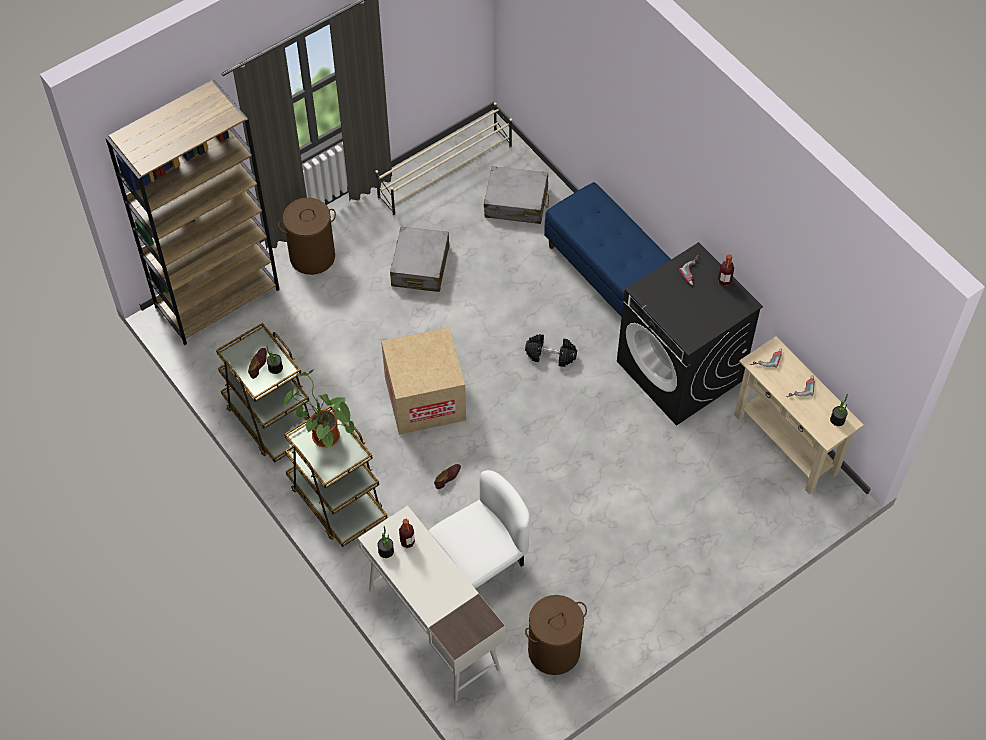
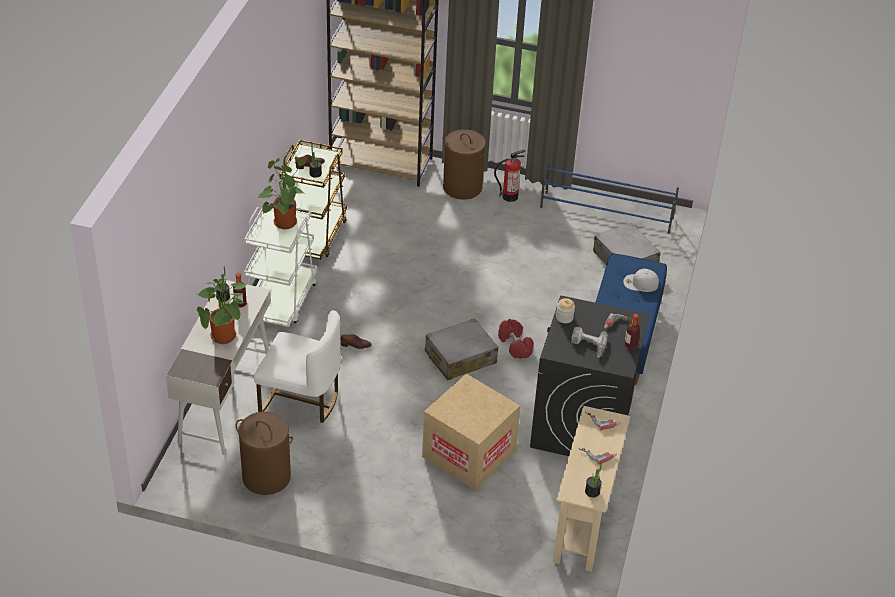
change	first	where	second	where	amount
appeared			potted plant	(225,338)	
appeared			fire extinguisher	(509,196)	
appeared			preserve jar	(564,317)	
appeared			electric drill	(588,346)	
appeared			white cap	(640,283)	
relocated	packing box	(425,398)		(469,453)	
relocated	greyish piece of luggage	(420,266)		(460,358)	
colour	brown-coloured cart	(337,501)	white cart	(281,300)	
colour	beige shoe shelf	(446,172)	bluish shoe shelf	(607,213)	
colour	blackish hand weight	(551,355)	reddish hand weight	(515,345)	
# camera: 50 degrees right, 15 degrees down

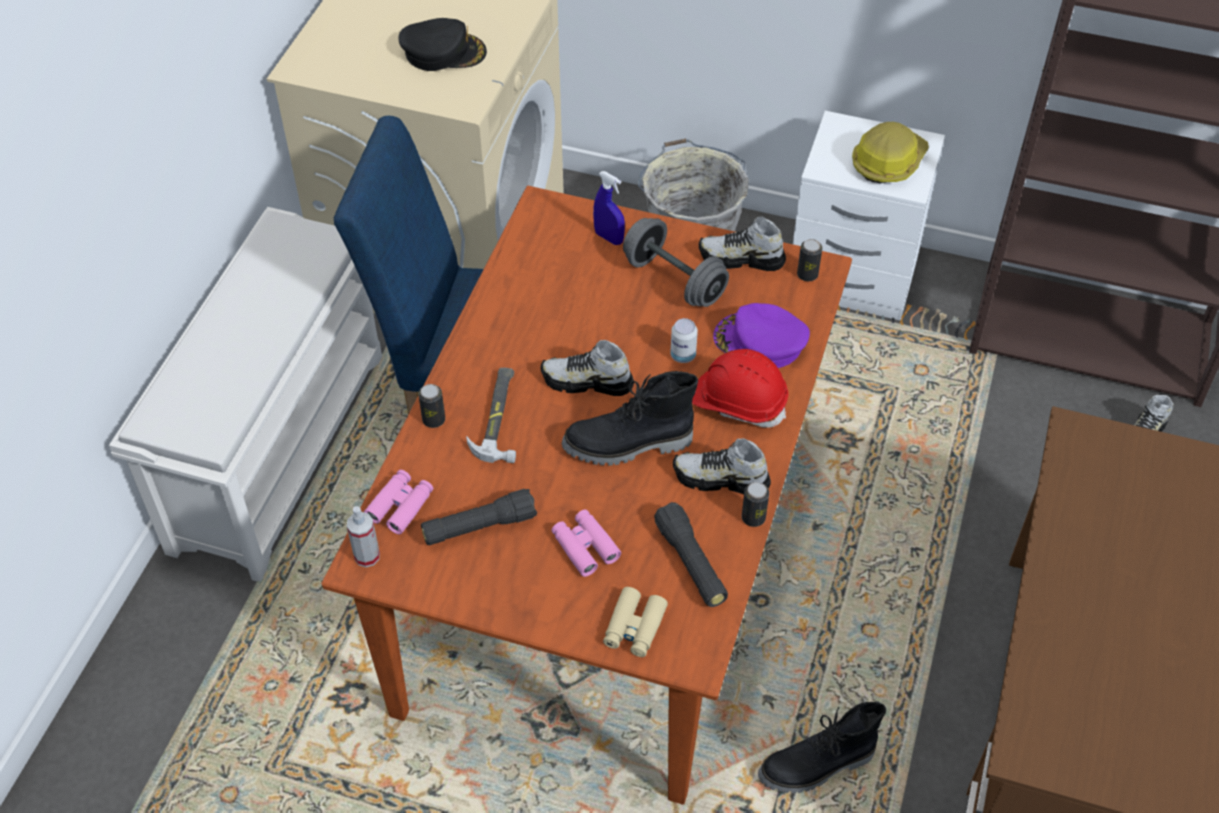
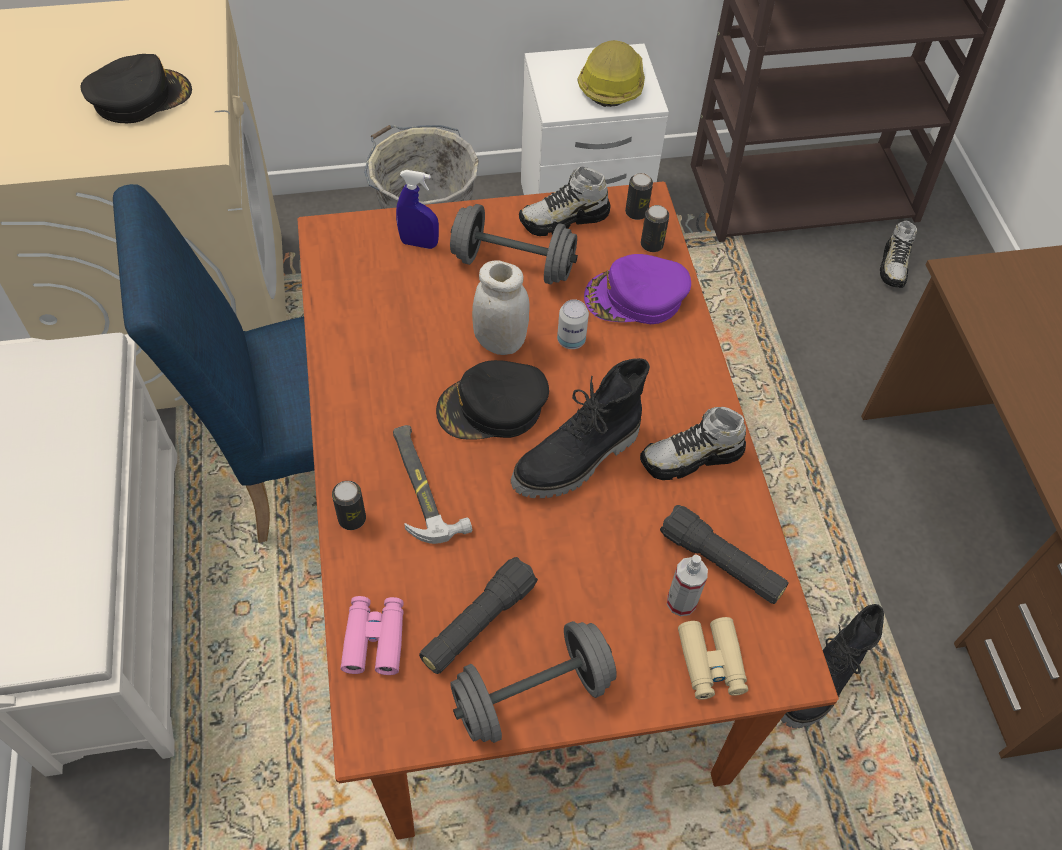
change	first	where	second	where	amount
missing	pinkish binoculars	(585,547)			
missing	reddish safety helmet	(738,402)			
appeared			greyish hand weight	(532,694)	
appeared			white preserve jar	(500,342)	
relocated	spray bottle	(367,556)		(681,602)	
relocated	can	(753,518)		(651,245)	
exchanged	item of footwear	(587,382)	blackish cap	(492,407)	
# camera: 30 degrees left, 5 degrees up

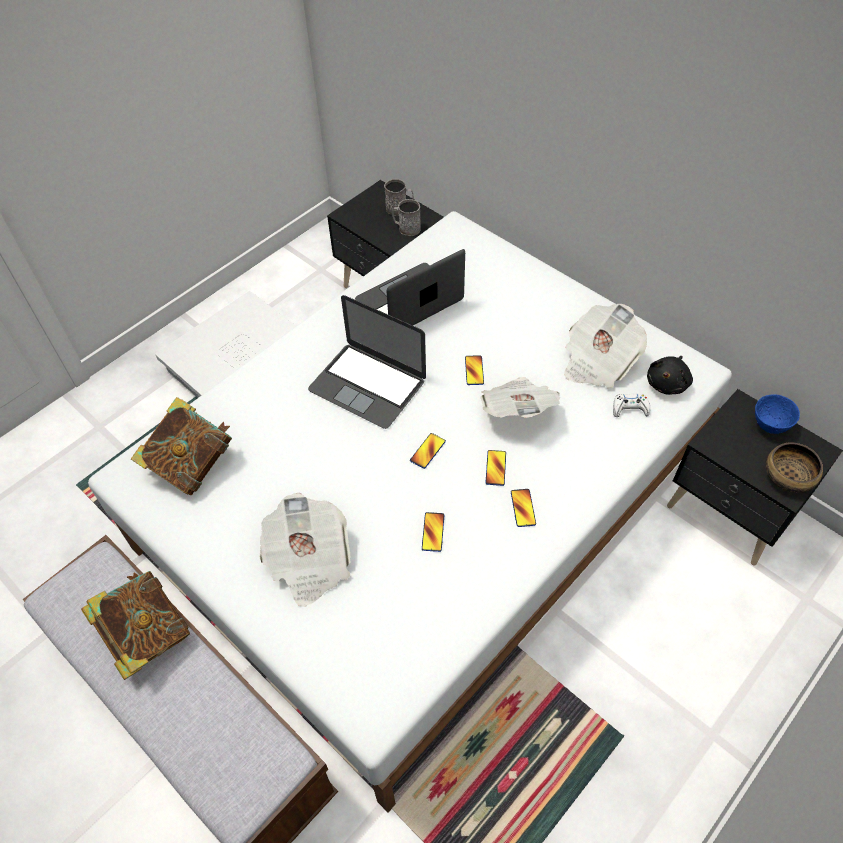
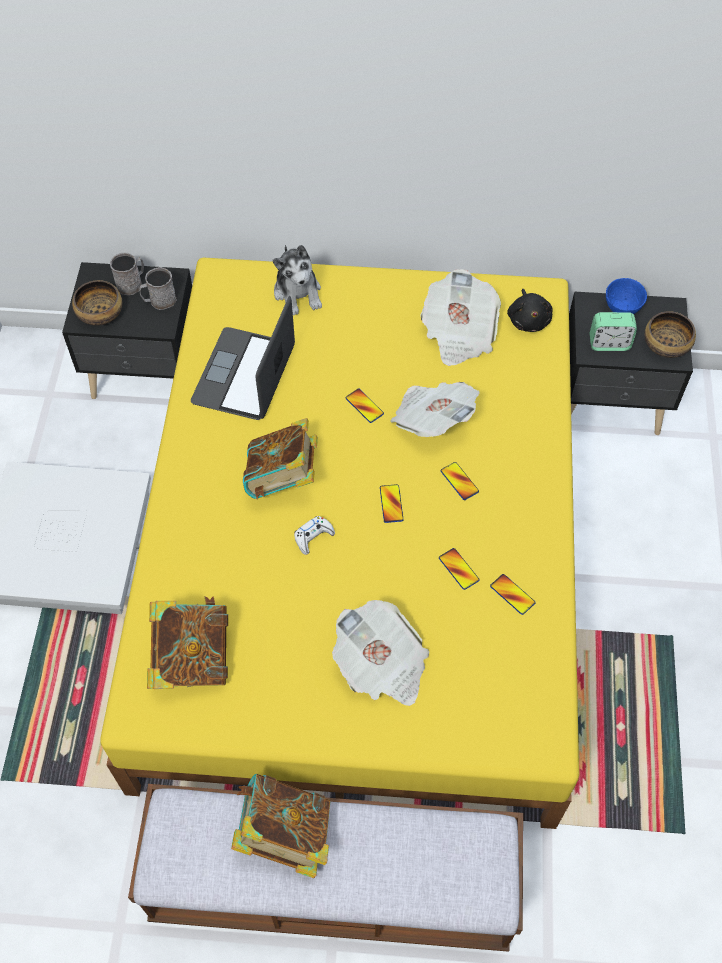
change	first	where	second	where	amount
appeared			serving bowl	(99,313)	
appeared			cuddly toy	(298,293)	
appeared			alarm clock	(609,343)	
relocated	telephone	(523,508)		(512,594)	
relocated	white joypad	(629,408)		(313,537)	
exchanged	laptop	(367,385)	book	(283,479)	
colour	white bedroom bed	(425,501)	yellow-coloured bedroom bed	(362,557)	
# camera: 40 degrees left, 5 degrees up

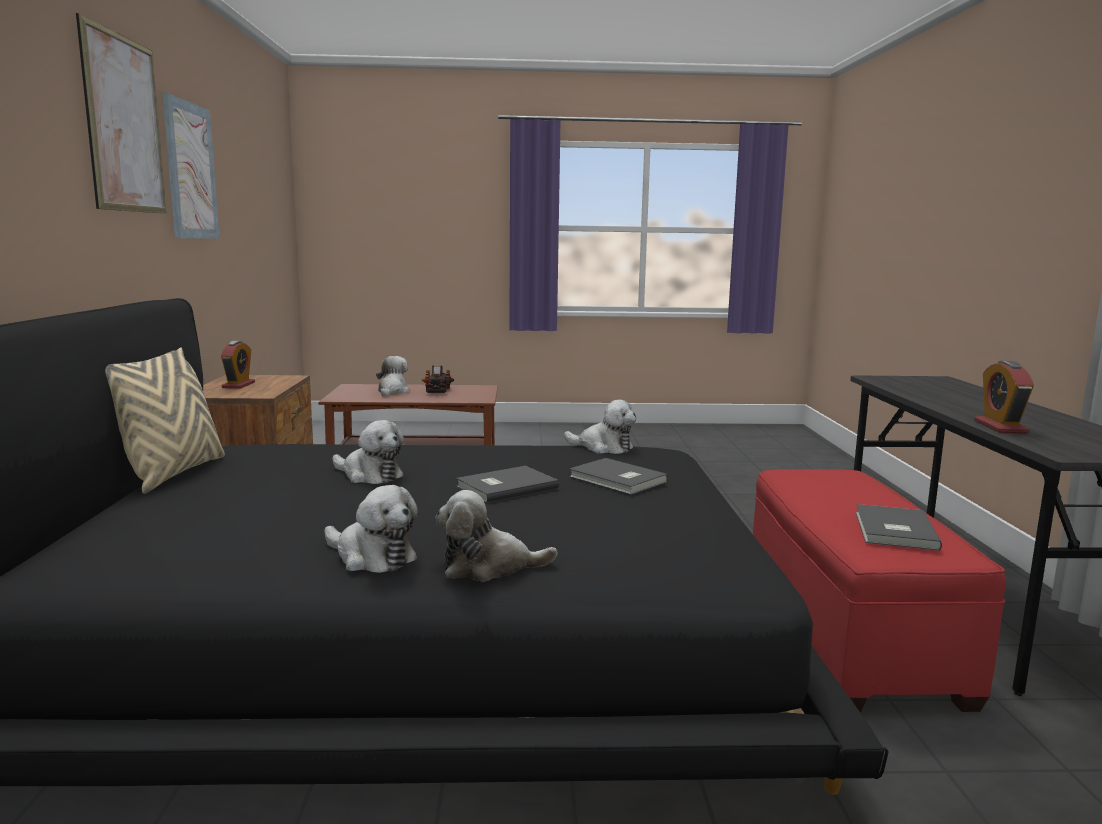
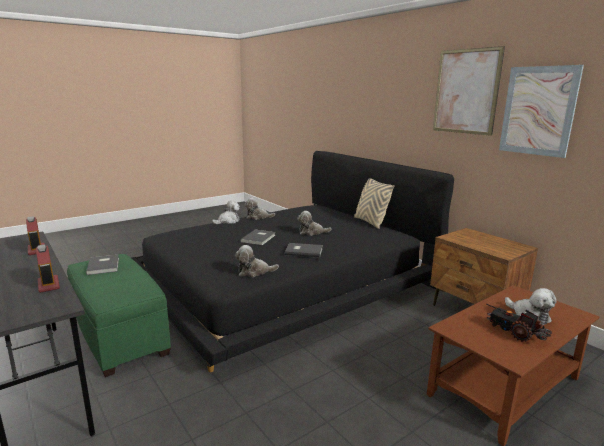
change	first	where	second	where	amount
relocated	alarm clock	(238,385)		(48,284)	
relocated	greyish book	(617,480)		(303,251)	
colour	reddish pouffe	(848,636)	green pouffe	(120,335)	
# camera: 145 degrees right, 5 degrees up

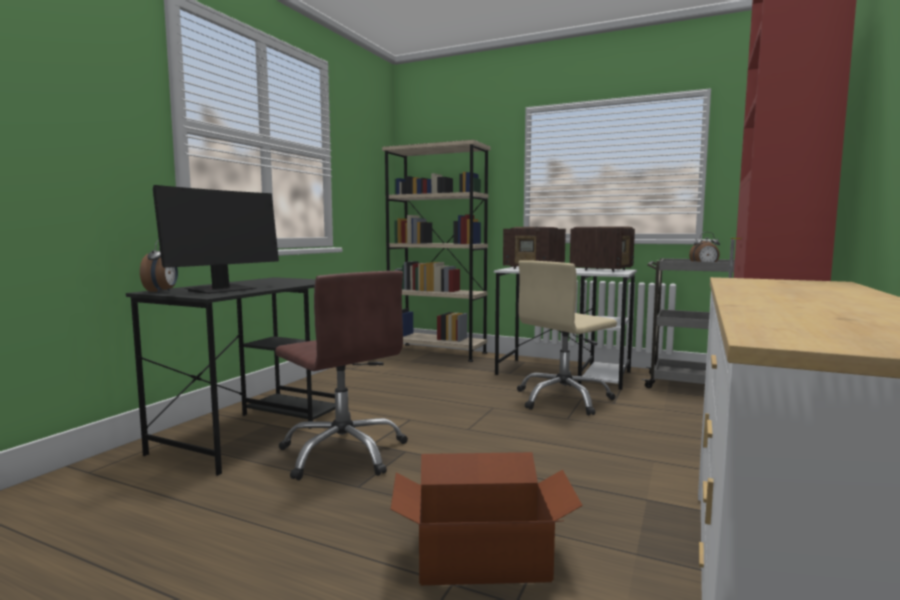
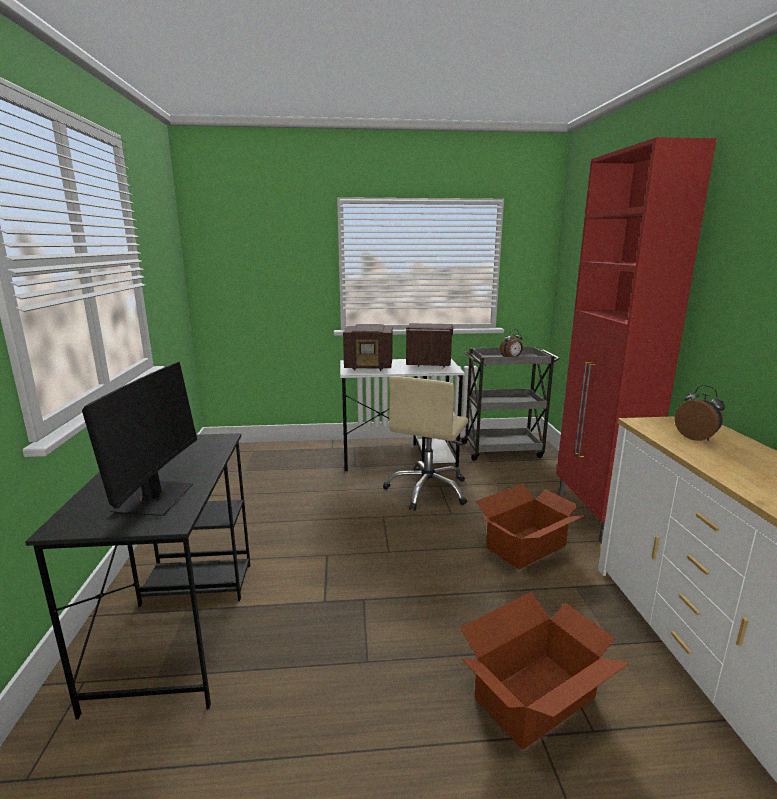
change	first	where	second	where	amount
missing	brown-coloured computer chair	(344,453)			
missing	beige shelving unit	(436,352)			
appeared			packing box	(527,547)	
relocated	alarm clock	(162,292)		(696,437)	
# camera: 30 degrees left, 10 degrees up

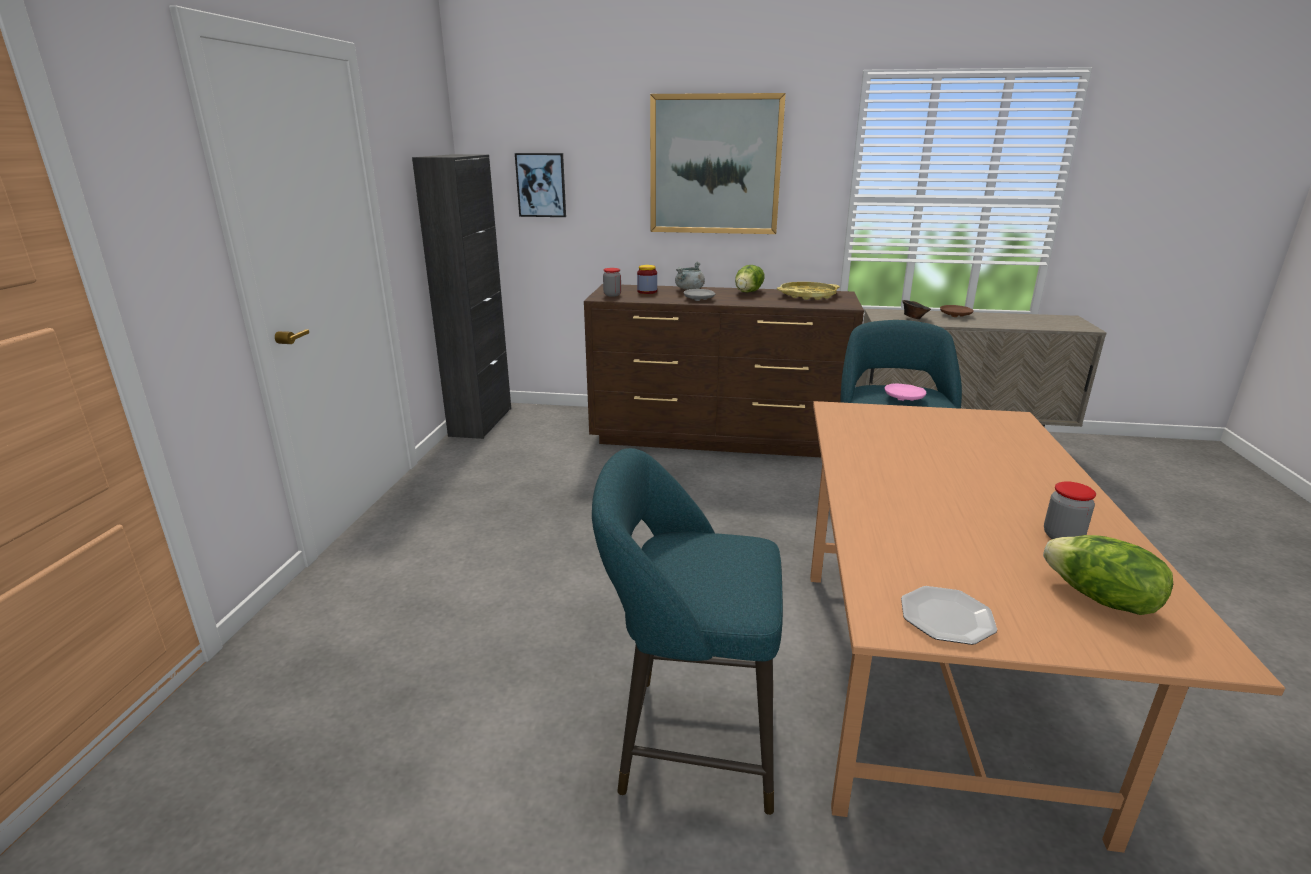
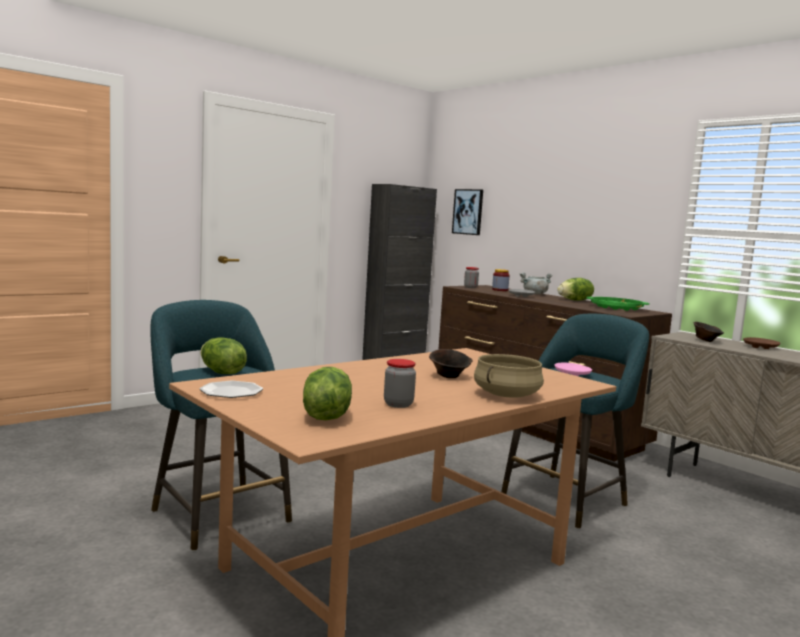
change	first	where	second	where	amount
missing	wall art	(715,165)			
appeared			lettuce head	(221,372)	
appeared			brown-coloured serving bowl	(449,376)	
appeared			beige saucepot	(506,395)	
colour	yellow-coloured carrying tray	(807,295)	green carrying tray	(616,307)	
# camera: 40 degrees right, 15 degrees down

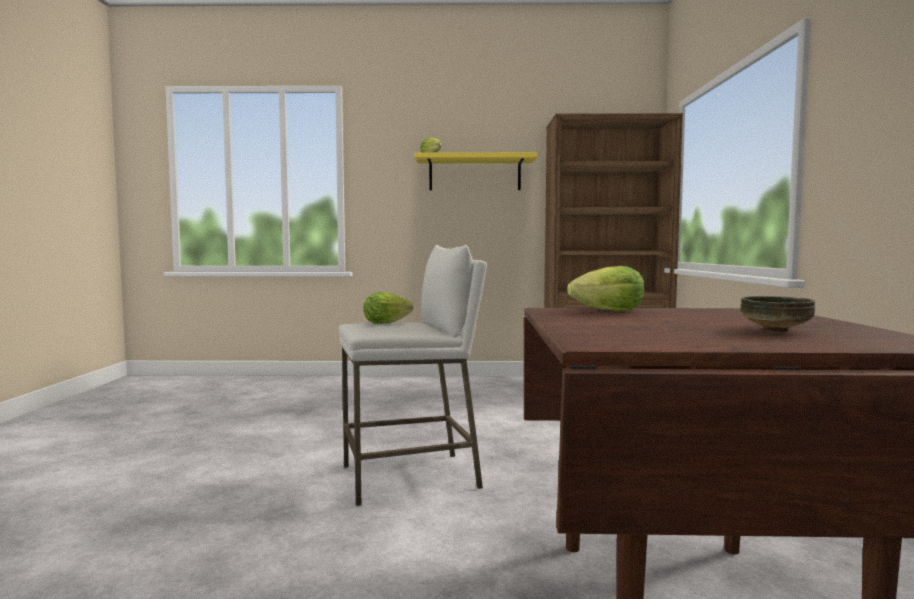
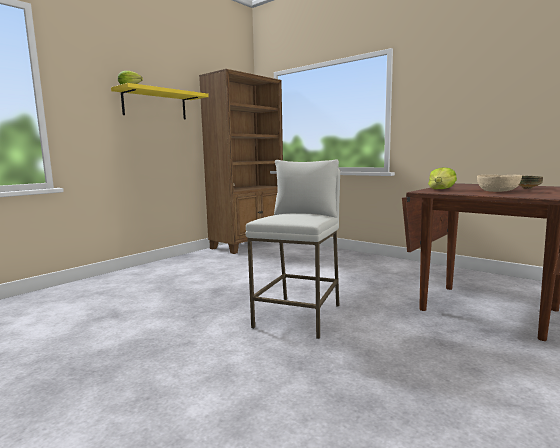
change	first	where	second	where	amount
missing	lettuce head	(389,323)			
appeared			beige serving bowl	(497,191)	
# camera: 50 degrees left, 5 degrees up

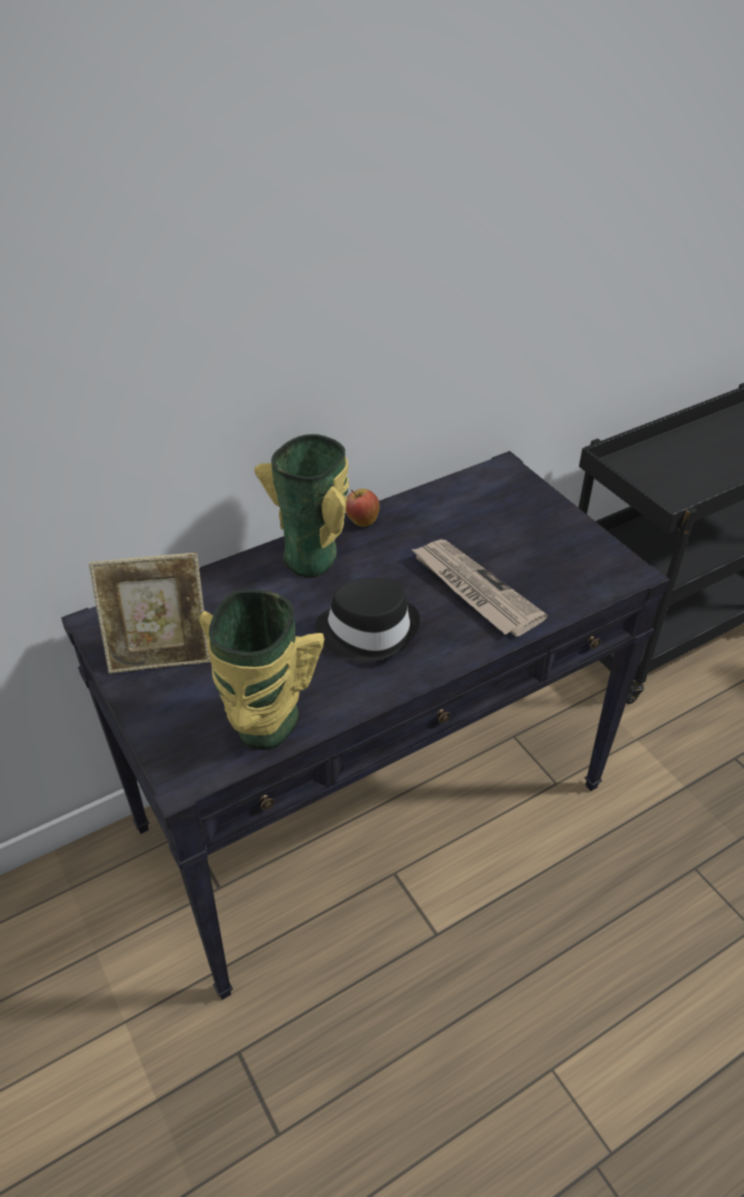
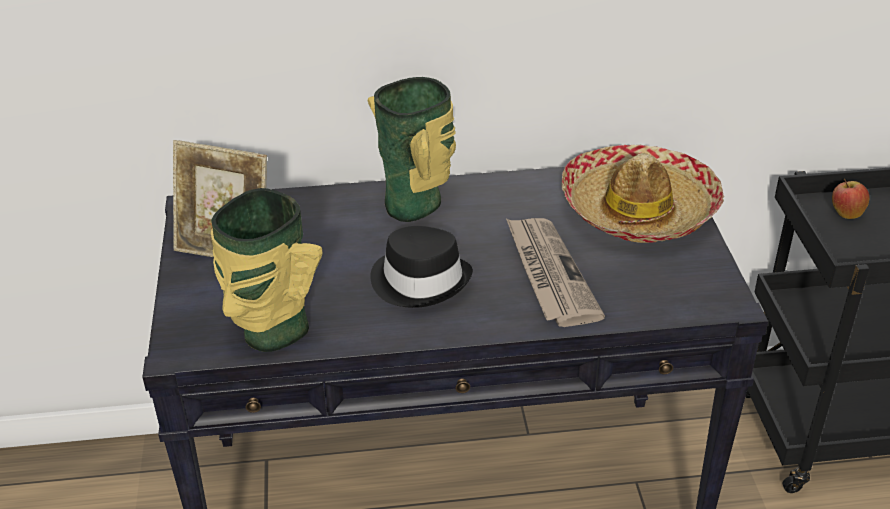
change	first	where	second	where	amount
appeared			wearable hat	(639,209)	
relocated	apple fruit	(361,521)		(846,213)	
# camera: 25 degrees right, 5 degrees down

